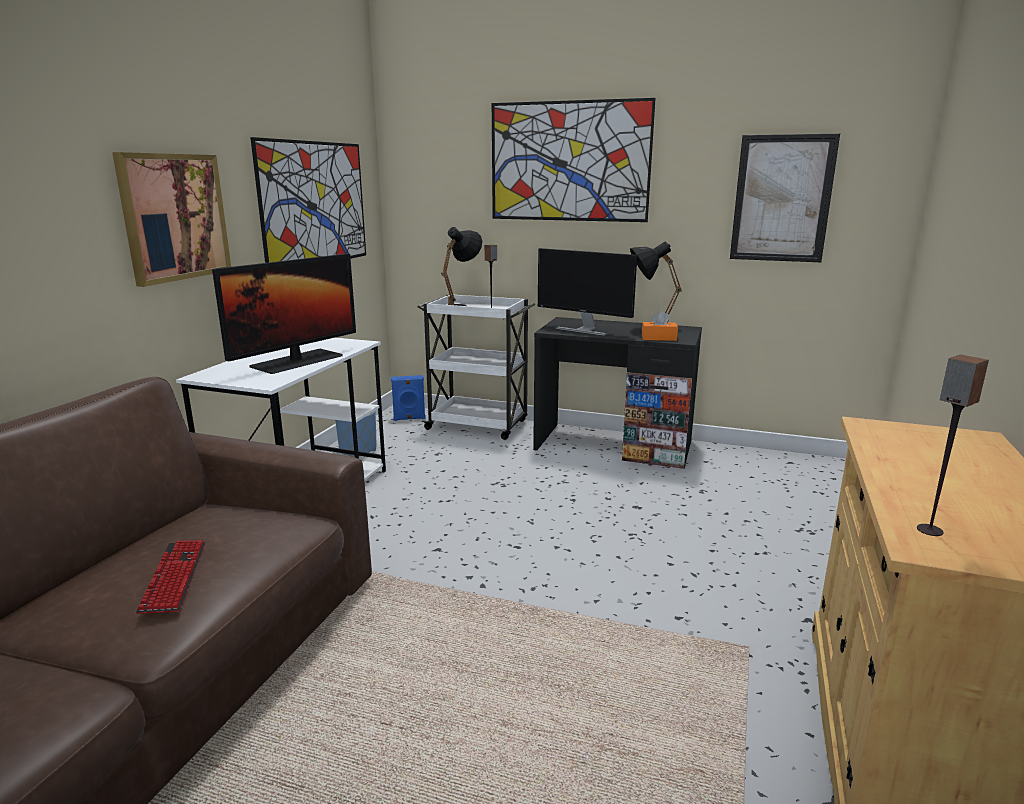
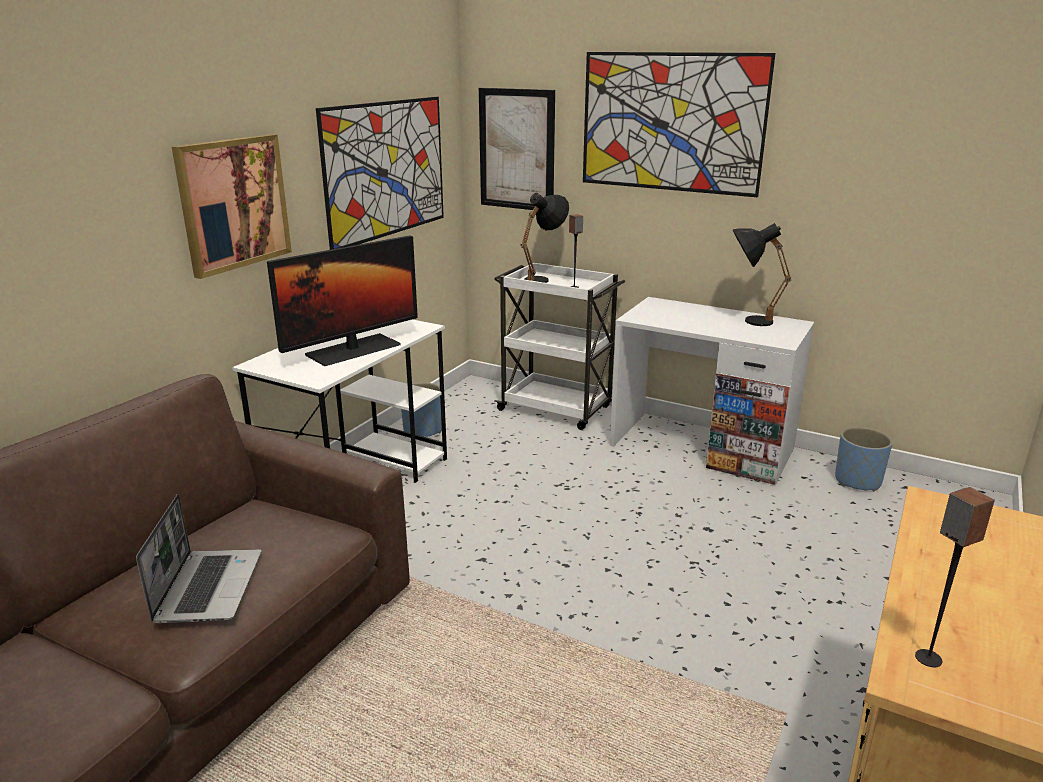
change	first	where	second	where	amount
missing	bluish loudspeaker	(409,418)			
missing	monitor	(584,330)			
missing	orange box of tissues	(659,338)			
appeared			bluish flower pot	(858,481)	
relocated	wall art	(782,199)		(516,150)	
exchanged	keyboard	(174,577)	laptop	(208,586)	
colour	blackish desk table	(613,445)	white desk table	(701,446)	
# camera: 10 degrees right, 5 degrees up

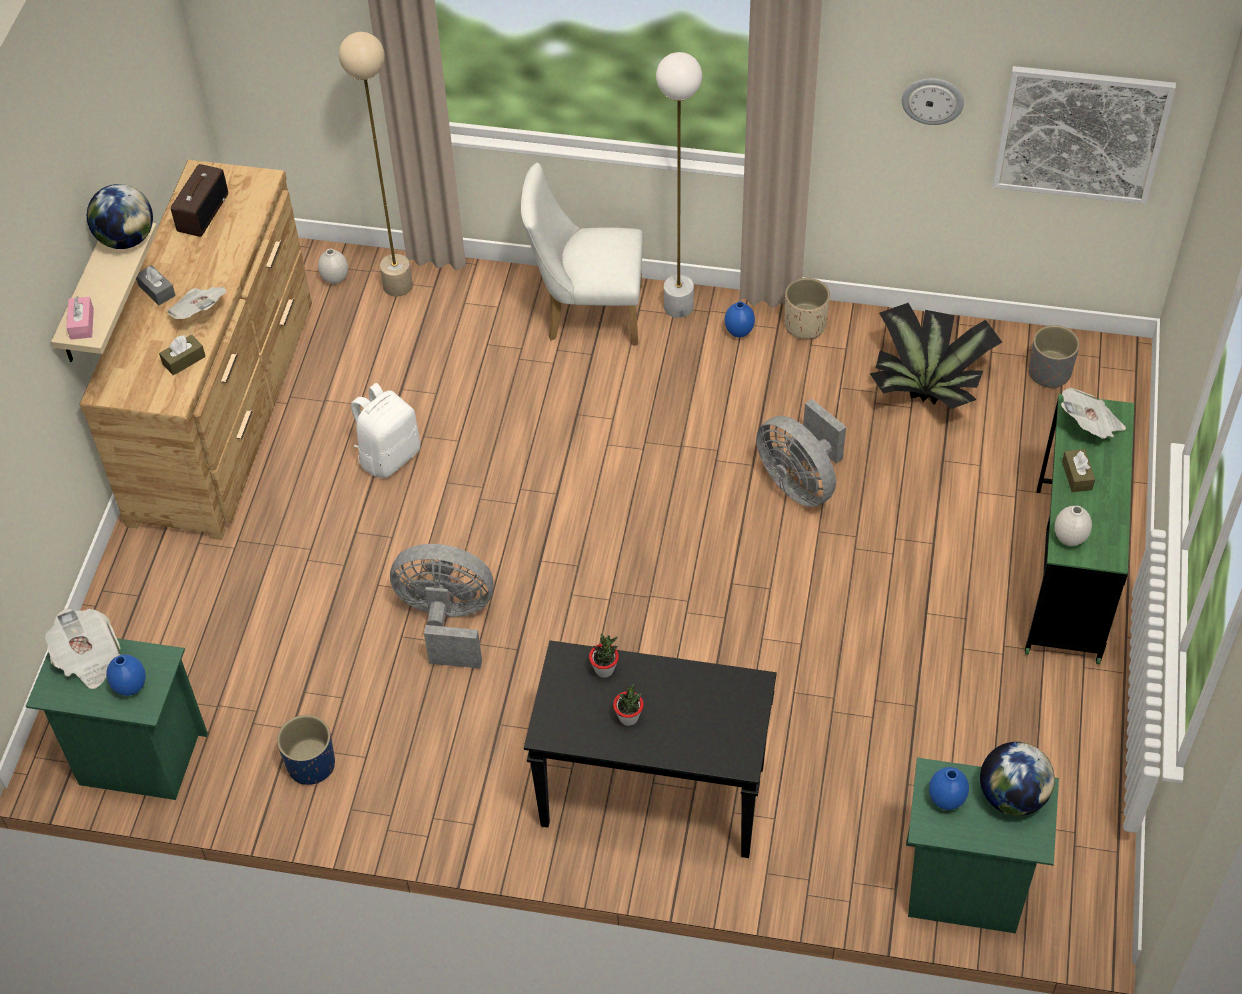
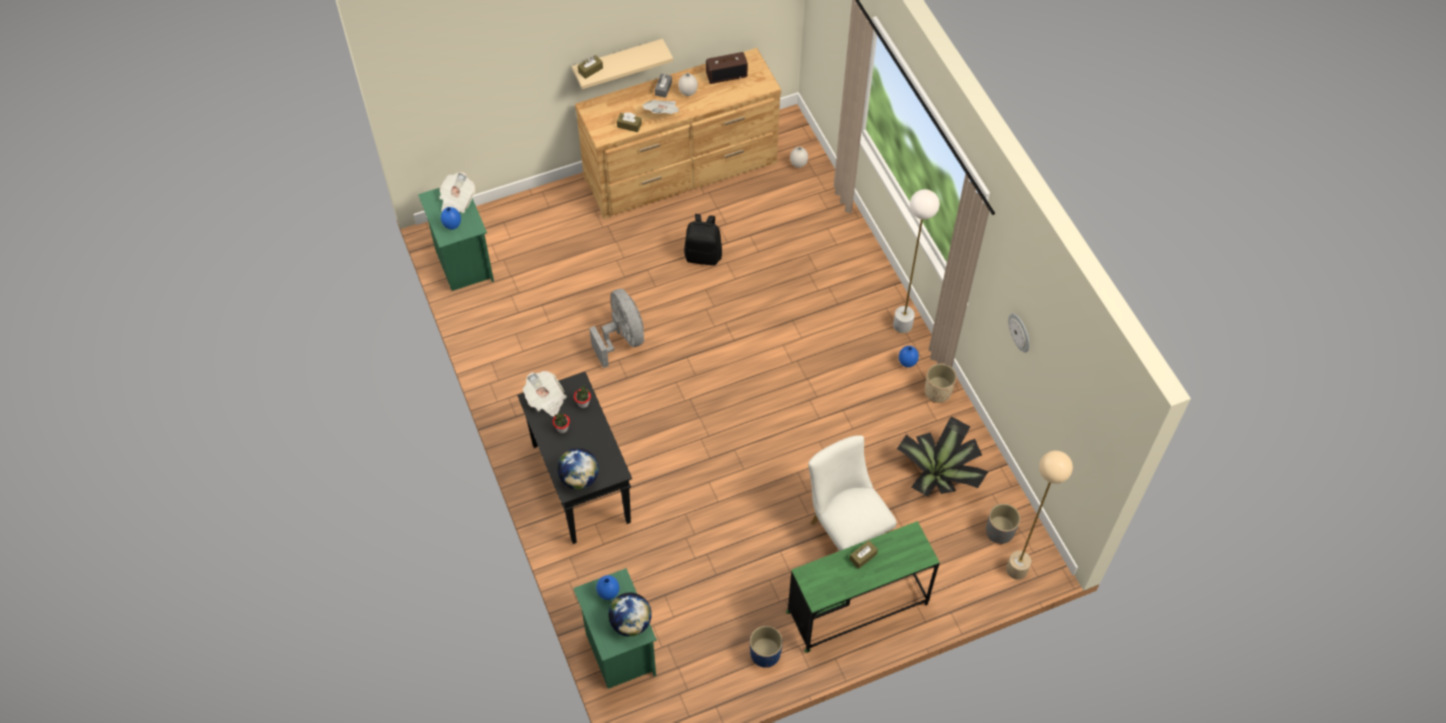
change	first	where	second	where	amount
missing	greyish fan	(800,482)			
missing	wall art	(1081,134)			
relocated	world globe	(126,239)		(579,478)	
relocated	bluish flower pot	(311,764)		(765,654)	
relocated	beige floor lamp	(398,286)		(1016,570)	
relocated	white upright chair	(587,313)		(845,530)	
relocated	white decorative vase	(1069,539)		(687,93)	
relocated	printed paper	(1090,425)		(545,399)	
colour	pinkish box of tissues	(82,324)	brown-coloured box of tissues	(590,70)	
colour	white backpack	(389,456)	blackish backpack	(703,255)	
# camera: 55 degrees right, 5 degrees up

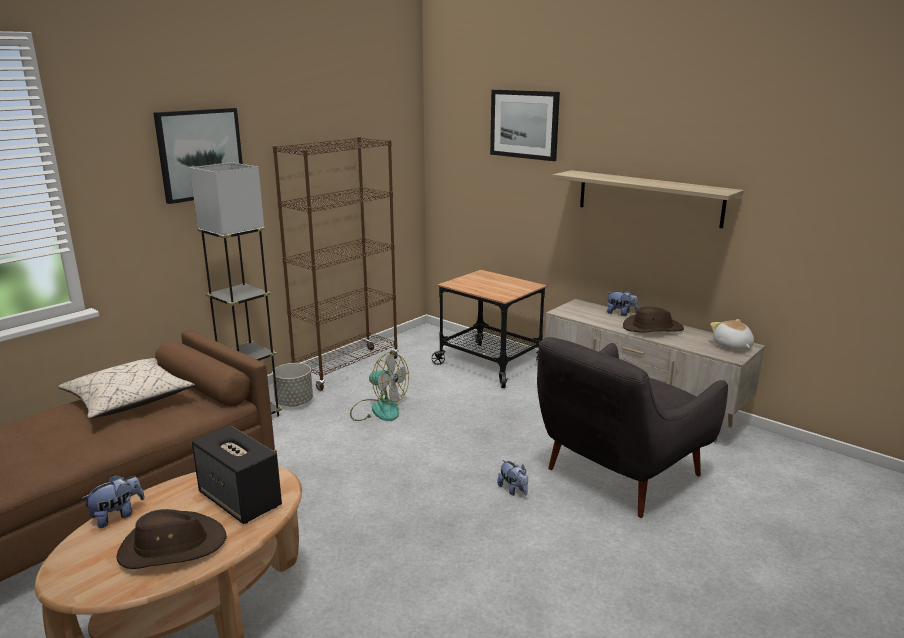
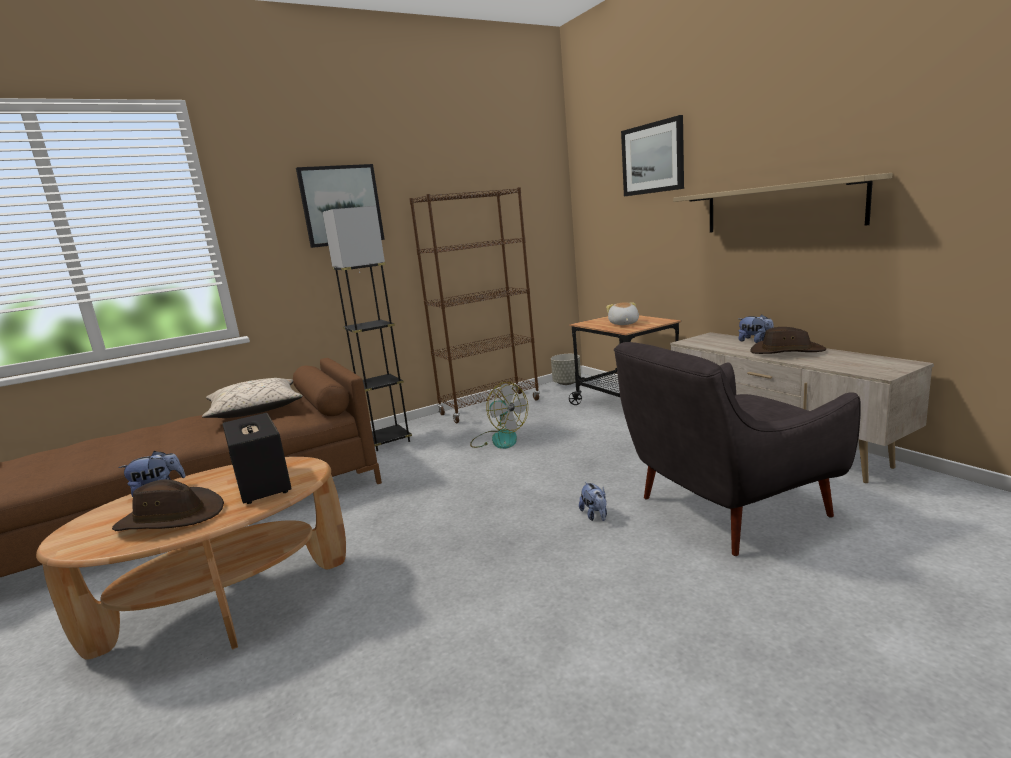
change	first	where	second	where	amount
relocated	greyish flower pot	(294,402)		(567,383)	
relocated	cuddly toy	(732,346)		(623,324)	
# camera: 20 degrees right, 5 degrees down

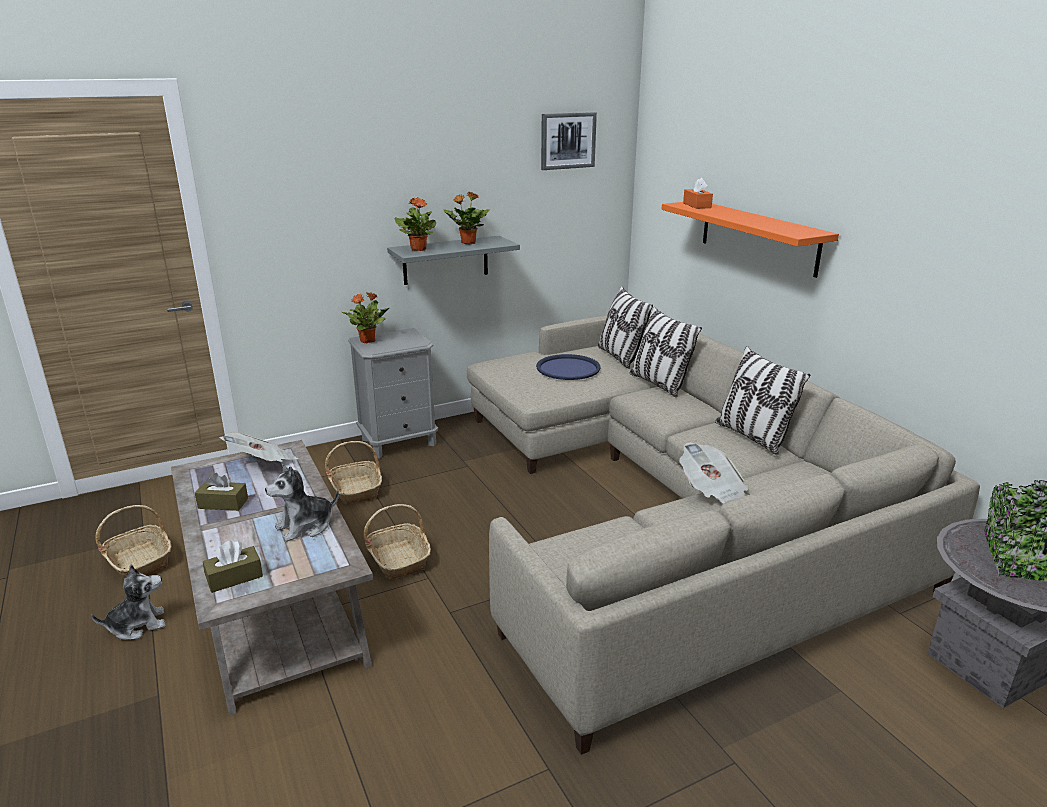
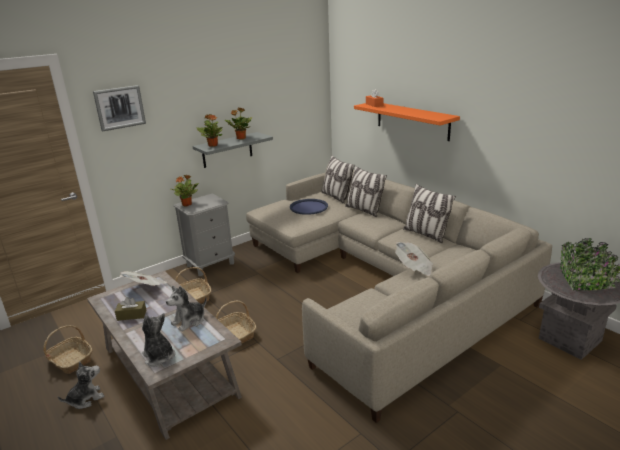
change	first	where	second	where	amount
relocated	wall art	(567,140)		(119,107)	
exchanged	brown-coloured box of tissues	(234,577)	cuddly toy	(159,357)	
# camera: 10 degrees left, 0 degrees up

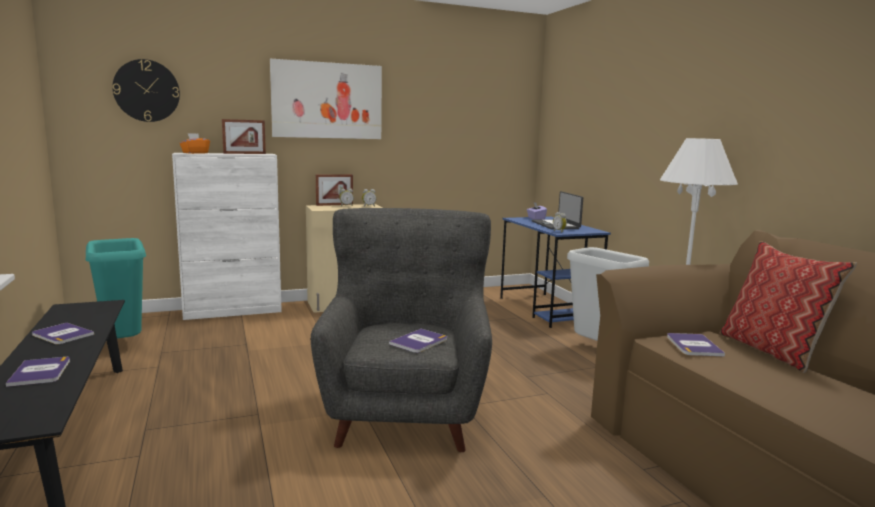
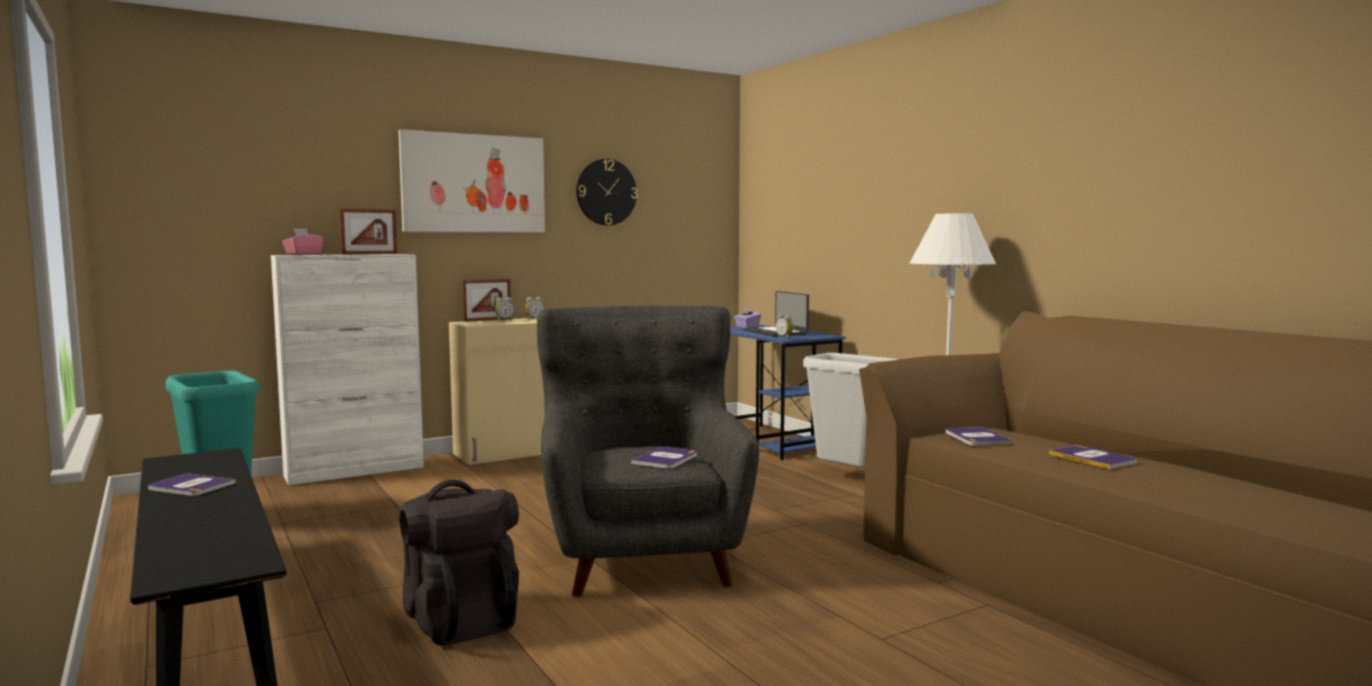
change	first	where	second	where	amount
missing	throw pillow	(773,351)			
appeared			blackish backpack	(460,619)	
relocated	book	(40,372)		(1093,458)	
relocated	clock on the wall	(146,91)		(606,192)	
colour	orange box of tissues	(195,153)	pinkish box of tissues	(303,254)	
# camera: 10 degrees left, 5 degrees down

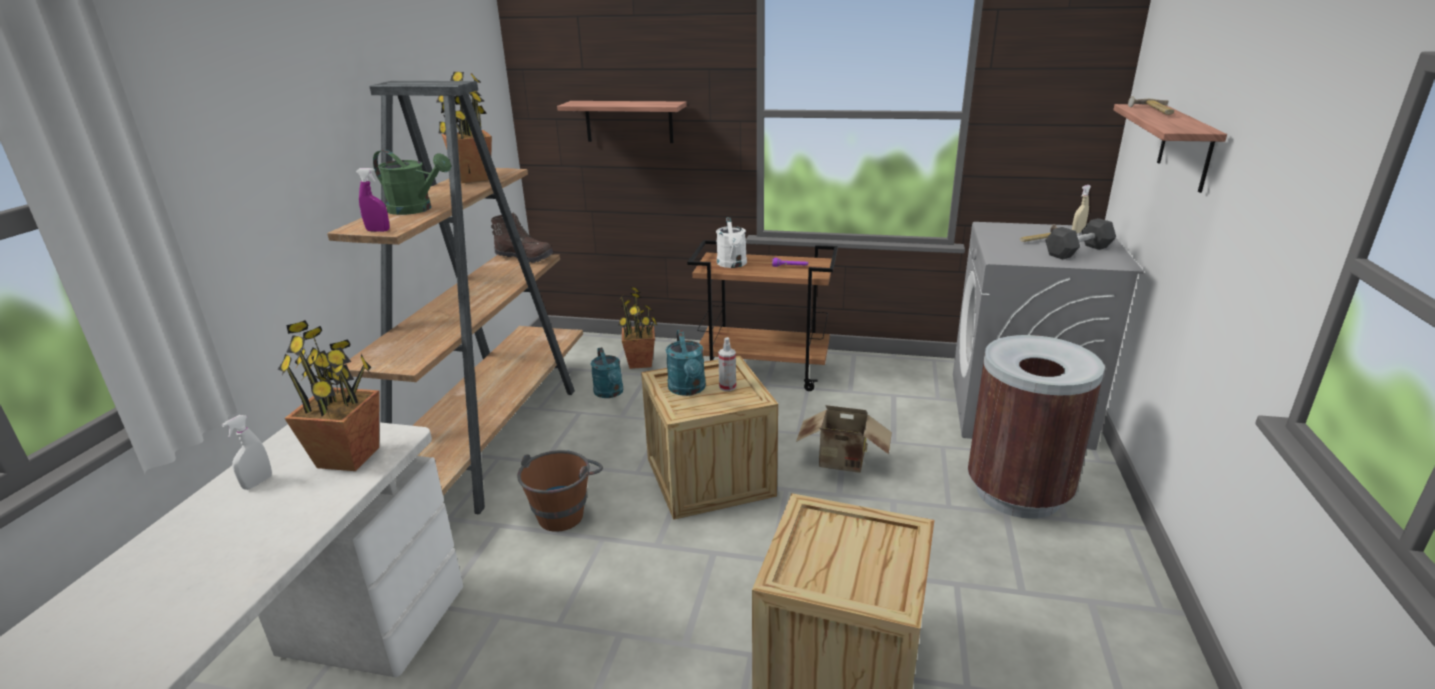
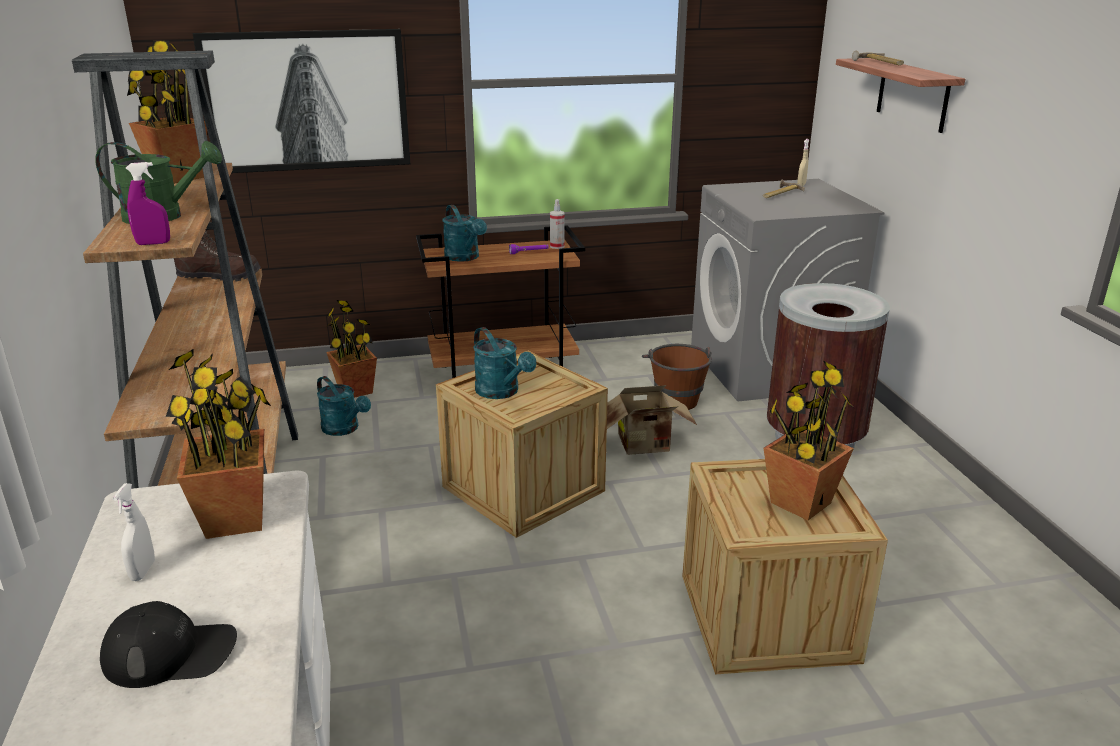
change	first	where	second	where	amount
missing	blackish hand weight	(1078,251)			
appeared			blackish cap	(171,653)	
appeared			potted plant	(800,503)	
relocated	brown-coloured pail	(565,510)		(675,397)	
relocated	spray bottle	(727,387)		(557,246)	
exchanged	bracket shelf	(629,121)	wall art	(307,101)	
colour	white watering pot	(732,264)	blue-green watering pot	(465,258)	
# camera: 25 degrees left, 0 degrees up

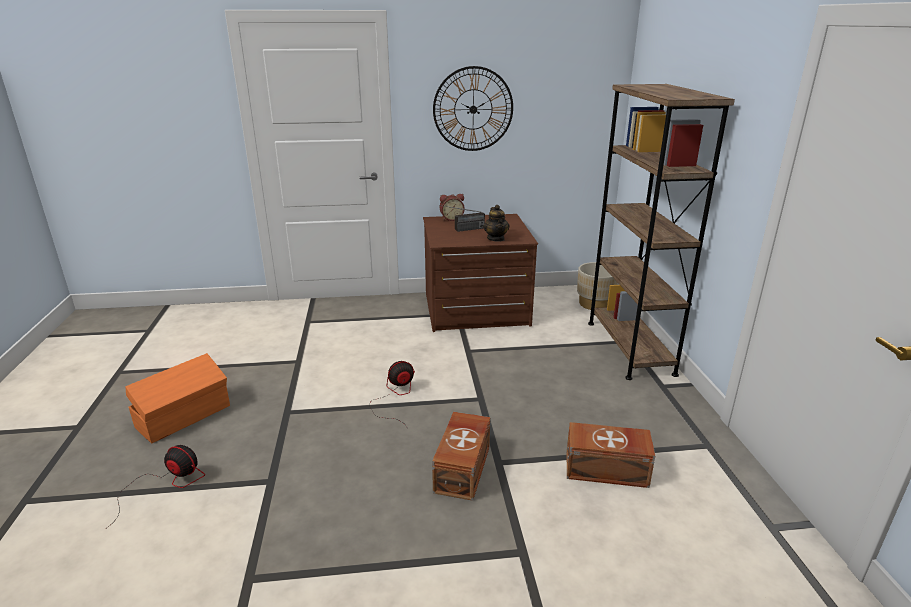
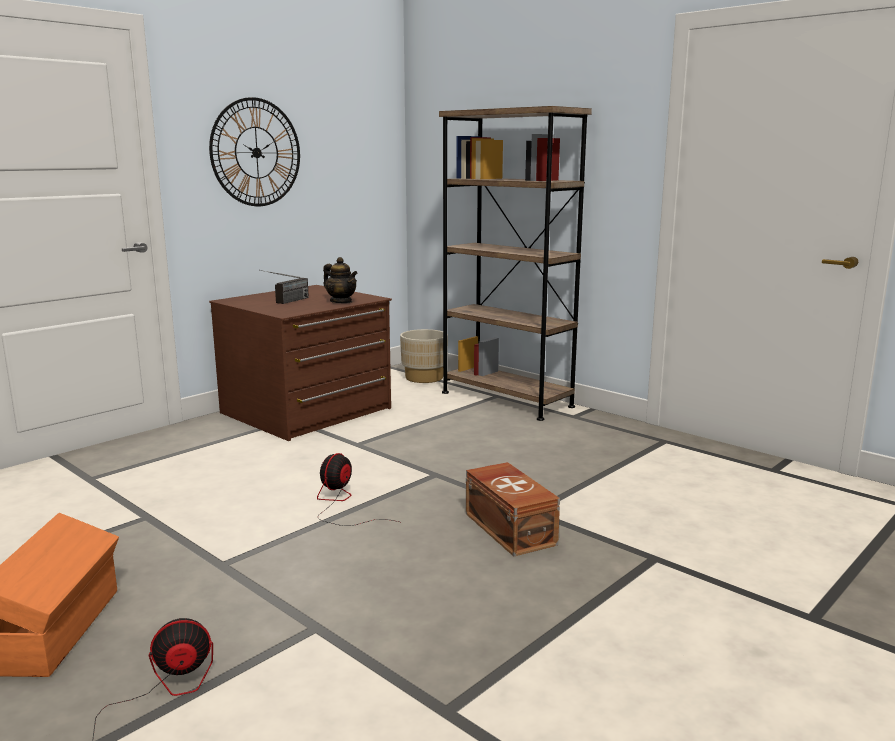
change	first	where	second	where	amount
missing	alarm clock	(451,219)			
missing	brown-coloured storage box	(607,470)			
# camera: 40 degrees left, 10 degrees down

